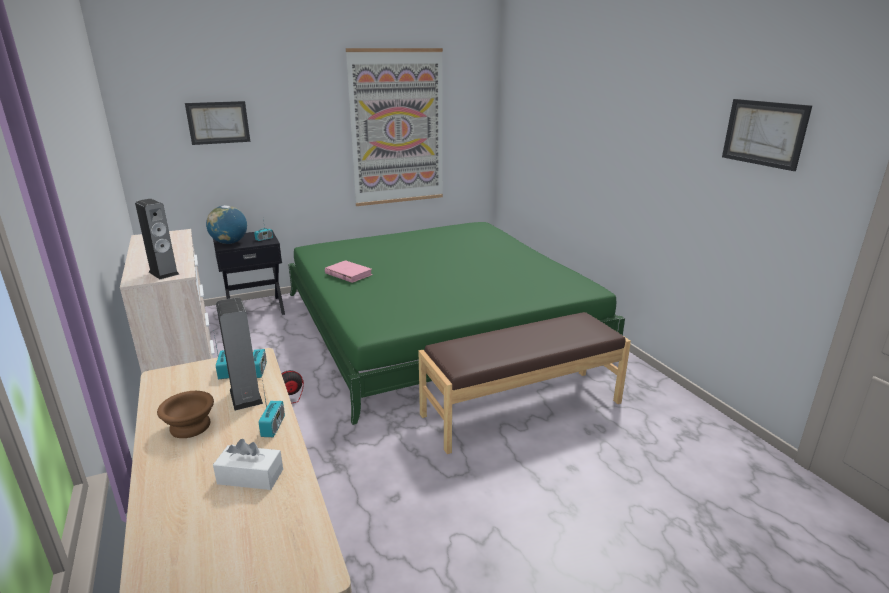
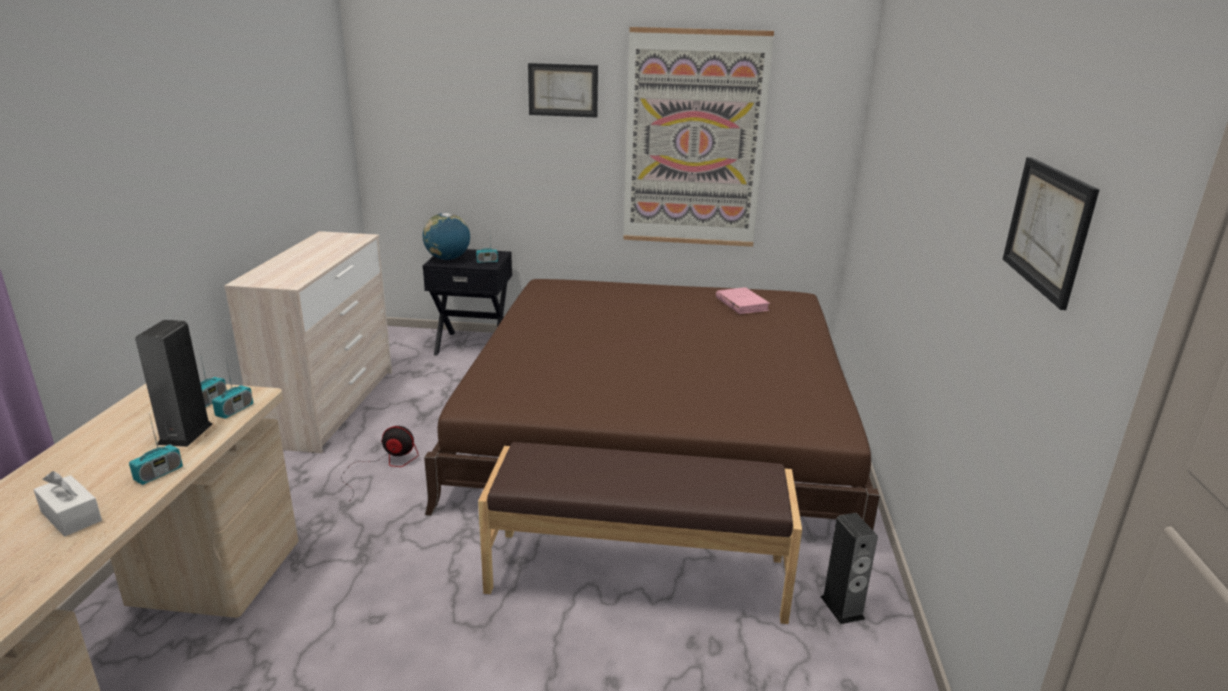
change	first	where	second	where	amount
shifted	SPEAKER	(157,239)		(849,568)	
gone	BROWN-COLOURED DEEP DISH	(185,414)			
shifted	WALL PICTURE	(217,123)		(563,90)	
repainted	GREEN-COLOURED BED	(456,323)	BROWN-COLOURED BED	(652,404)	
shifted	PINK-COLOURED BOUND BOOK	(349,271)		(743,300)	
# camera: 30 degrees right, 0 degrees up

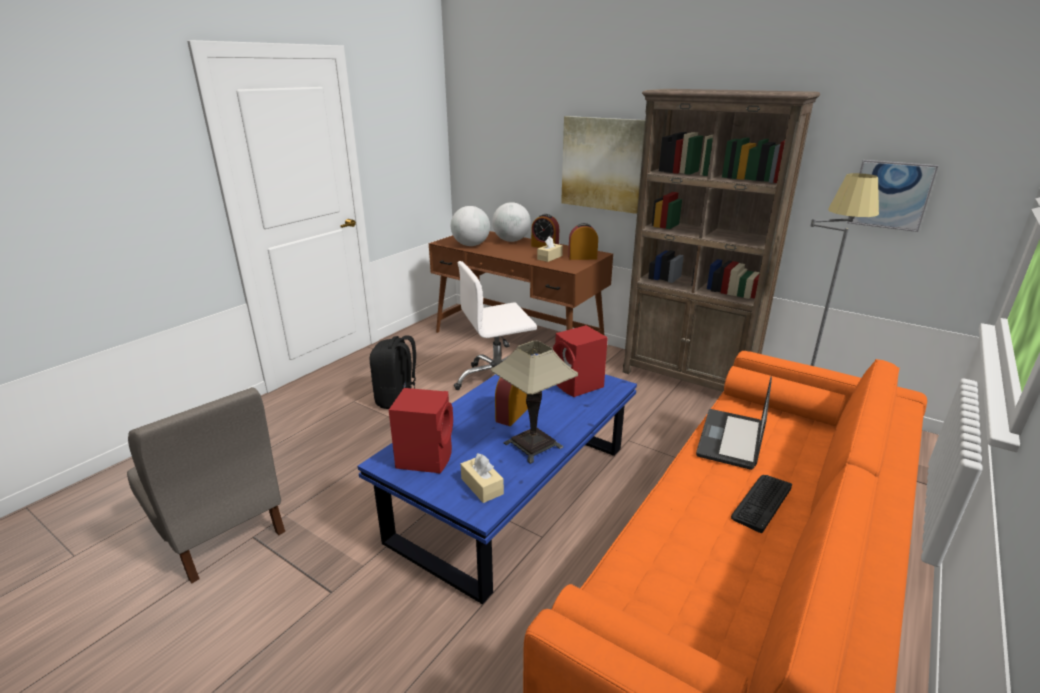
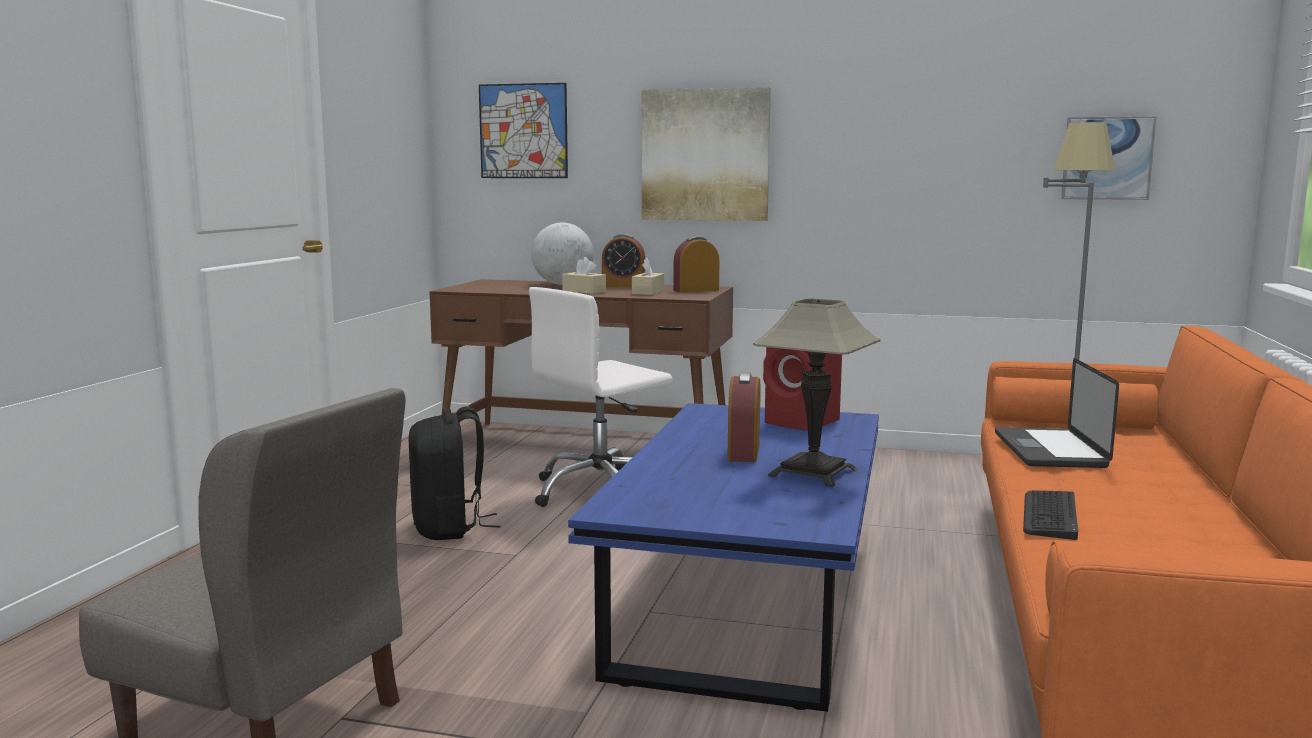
change	first	where	second	where	amount
gone	REDDISH SPEAKER	(421,431)			
gone	DESK GLOBE	(470,226)			
shifted	BEIGE BOX OF TISSUES	(482,478)		(584,275)	
gone	BROWN-COLOURED SHELVING UNIT	(721,240)			
shifted	PC KEYBOARD	(761,504)		(1050,515)	
new			WALL PICTURE	(523,130)	
# camera: 20 degrees left, 15 degrees down

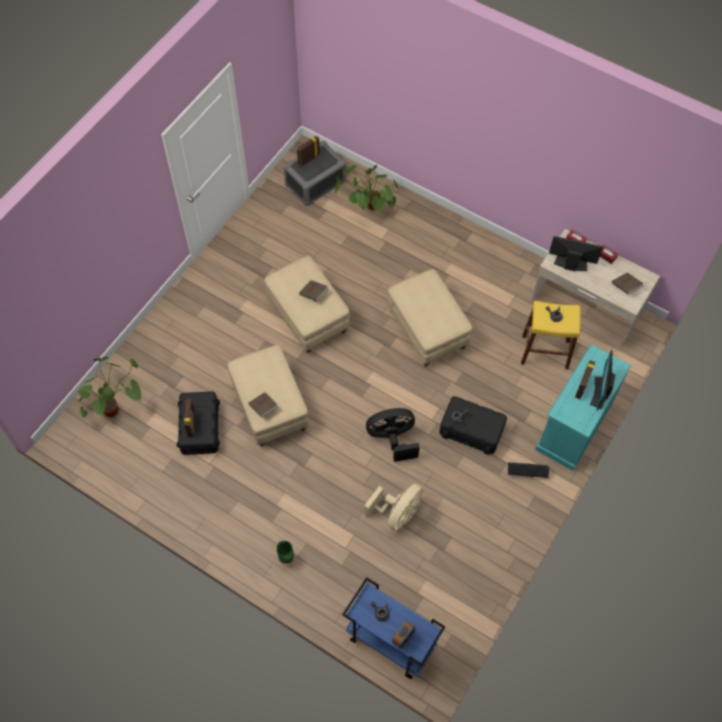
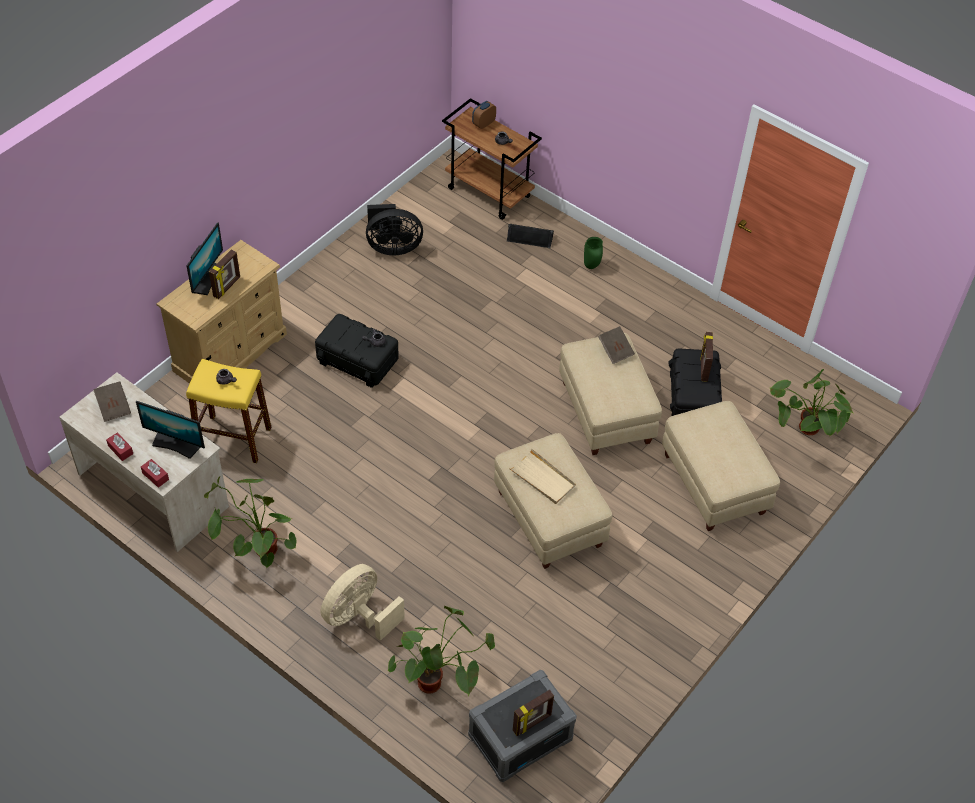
change	first	where	second	where	amount
swapped	BROWN-COLOURED BOUND BOOK	(314,290)	BEIGE TRAY	(542,476)	
repainted	BLUISH CART	(393,628)	BROWN-COLOURED CART	(492,159)	
shifted	BEIGE FAN	(393,507)		(363,602)	
shifted	BLACK FAN	(393,435)		(394,229)	
shifted	BEIGE POUFFE	(430,318)		(721,466)	
shifted	BLACK SPEAKER	(529,470)		(530,236)	
repainted	TURQUOISE-COLOURED CHEST OF DRAWERS	(583,408)	BEIGE CHEST OF DRAWERS	(221,312)	
new			HOUSEPLANT	(250,522)	
# camera: 175 degrees left, 10 degrees down

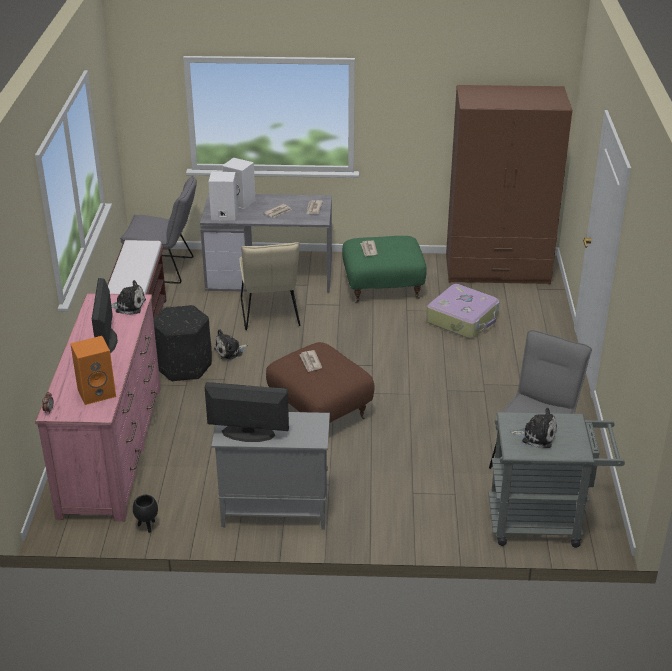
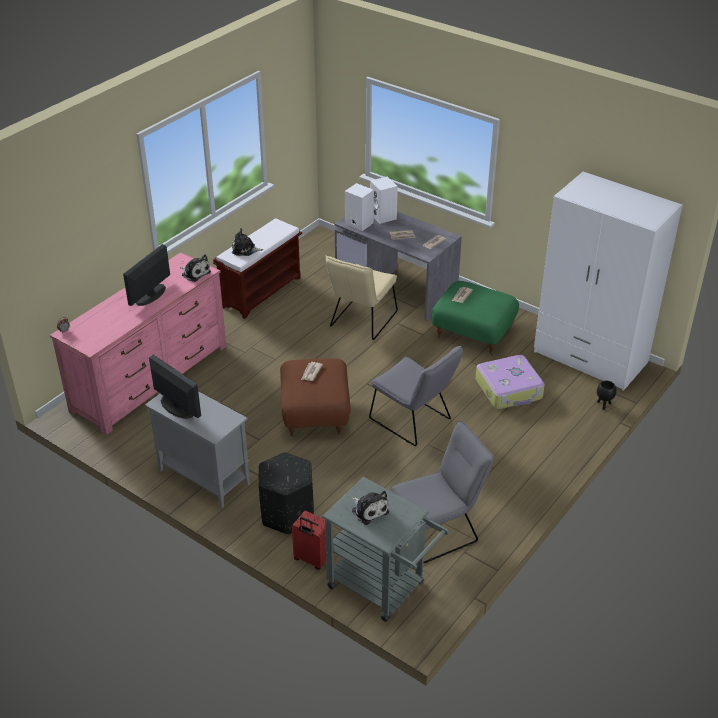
change	first	where	second	where	amount
gone	ORANGE SPEAKER	(93,370)			
shifted	GREYISH PLAIN CHAIR	(158,230)		(416,395)	
shifted	BLACK FLOWER POT	(145,514)		(606,395)	
shifted	BLACK POUFFE	(182,343)		(286,493)	
shifted	CUDDLY TOY	(231,344)		(247,242)	
repainted	BROWN-COLOURED CLOTHES CUPBOARD	(509,185)	WHITE-COLOURED CLOTHES CUPBOARD	(608,281)	
new			REDDISH PIECE OF LUGGAGE	(309,540)	
# camera: 35 degrees right, 5 degrees up

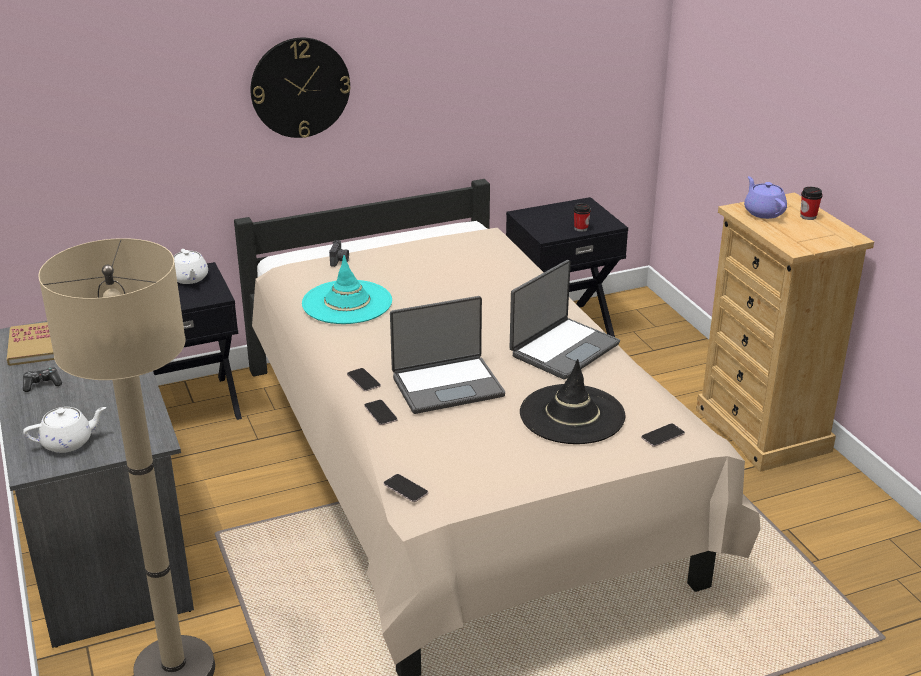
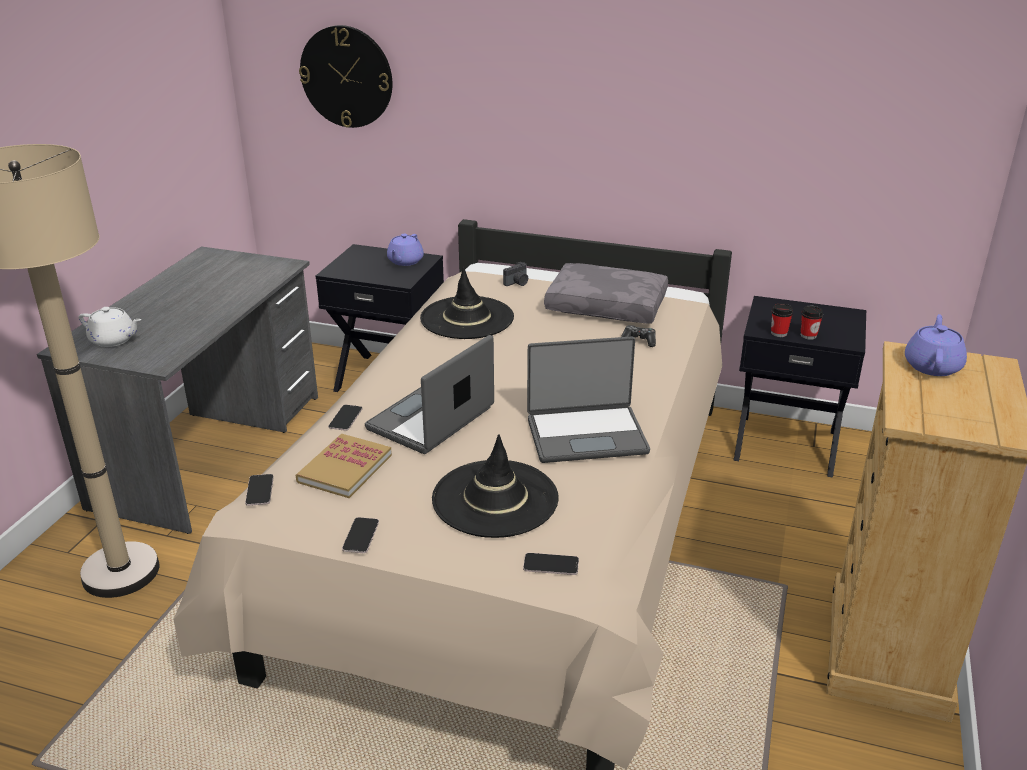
change	first	where	second	where	amount
shifted	BOUND BOOK	(31,344)		(344,466)	
shifted	GAMEPAD	(42,379)		(638,336)	
repainted	WHITE-COLOURED TEAPOT	(190,266)	PURPLISH TEAPOT	(405,250)	
shifted	CLOCK ON THE WALL	(300,88)		(346,76)	
repainted	TURQUOISE-COLOURED CLOTHING HAT	(347,289)	BLACK CLOTHING HAT	(467,303)	
shifted	TELEPHONE	(364,379)		(360,535)	
rotated	NOTEBOOK COMPUTER	(447,355)		(429,394)	105 degrees clockwise
shifted	SMALL CUP	(811,203)		(782,320)	
new			GREYISH CUSHION	(606,293)	
# camera: 40 degrees right, 0 degrees up

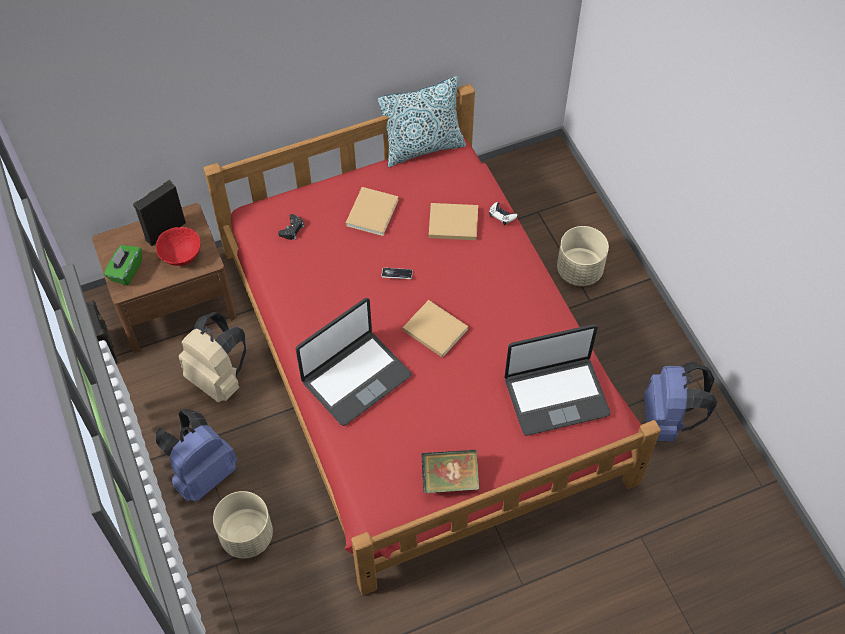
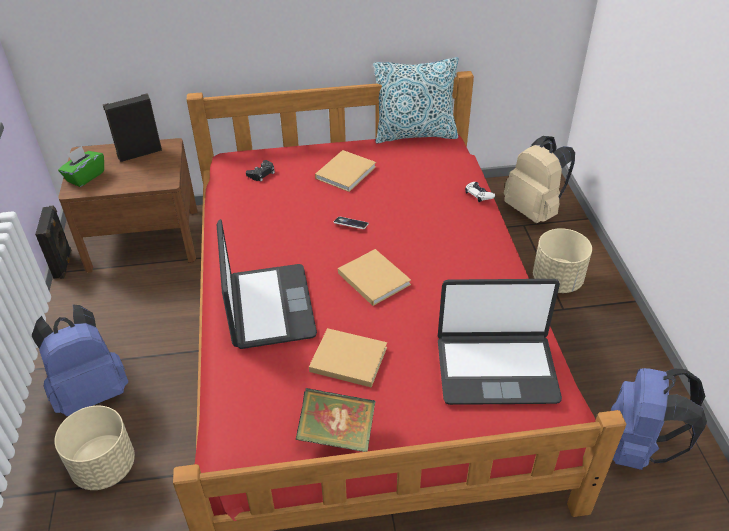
change	first	where	second	where	amount
gone	REDDISH DEEP DISH	(178,246)			
shifted	BEIGE RUCKSACK	(212,357)		(539,179)	
rotated	NOTEBOOK COMPUTER	(354,362)		(267,284)	75 degrees counterclockwise
shifted	BEIGE BOUND BOOK	(453,221)		(348,358)	
# camera: 15 degrees right, 15 degrees down

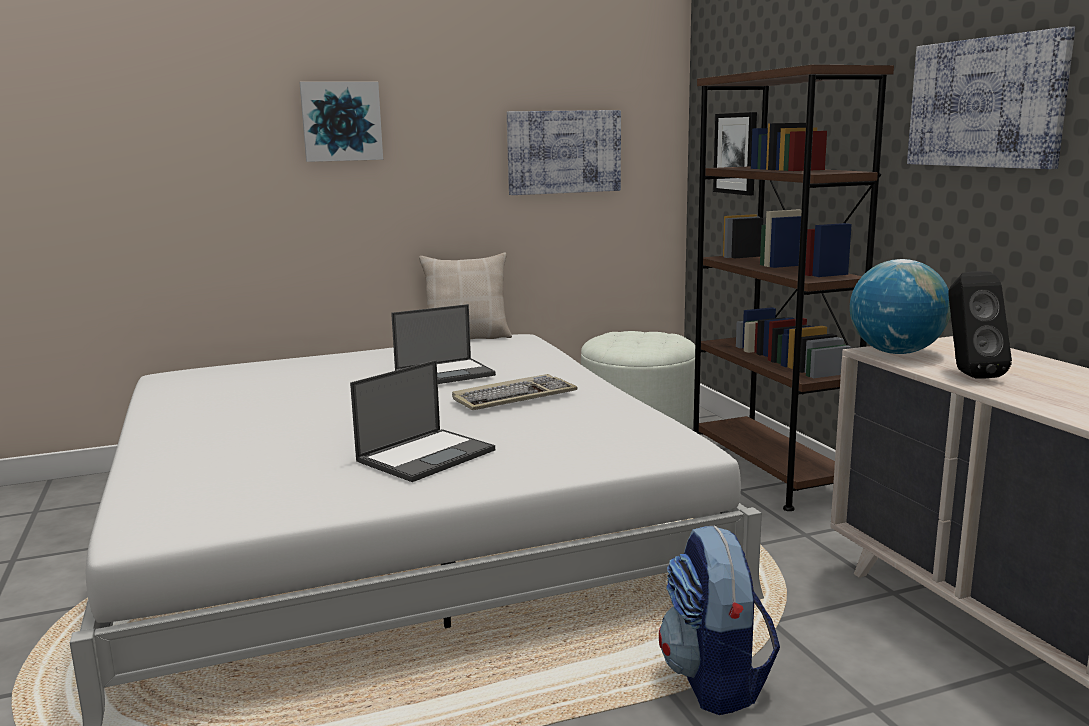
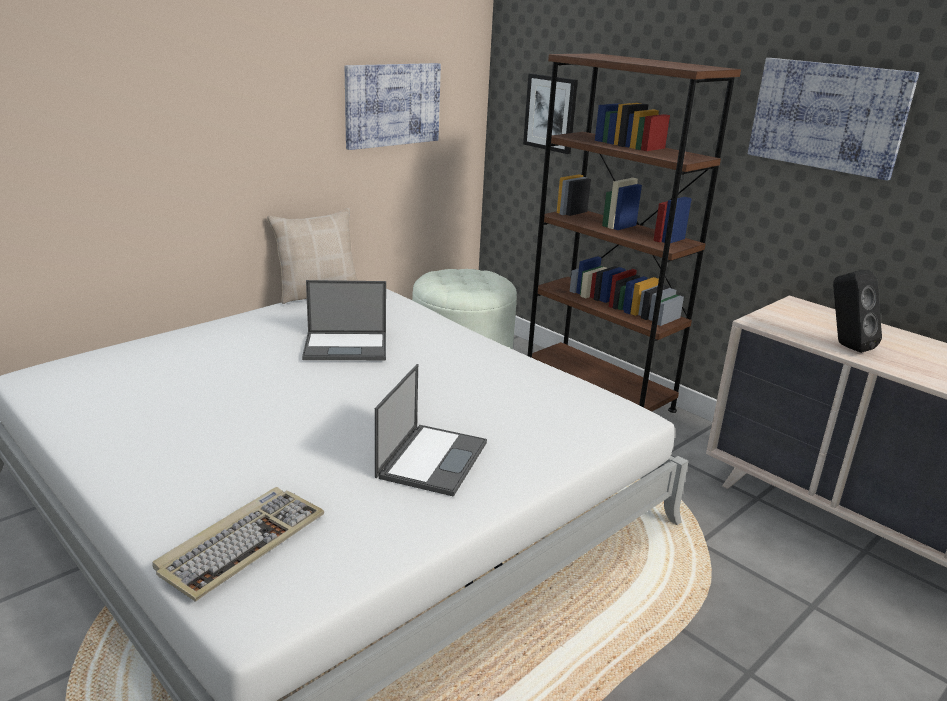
change	first	where	second	where	amount
gone	WALL PICTURE	(341,122)			
rotated	NOTEBOOK COMPUTER	(443,344)		(344,320)	45 degrees clockwise
shifted	PC KEYBOARD	(514,392)		(238,544)	
gone	RUCKSACK	(719,620)			
gone	DESK GLOBE	(900,306)			
# camera: 25 degrees left, 10 degrees up

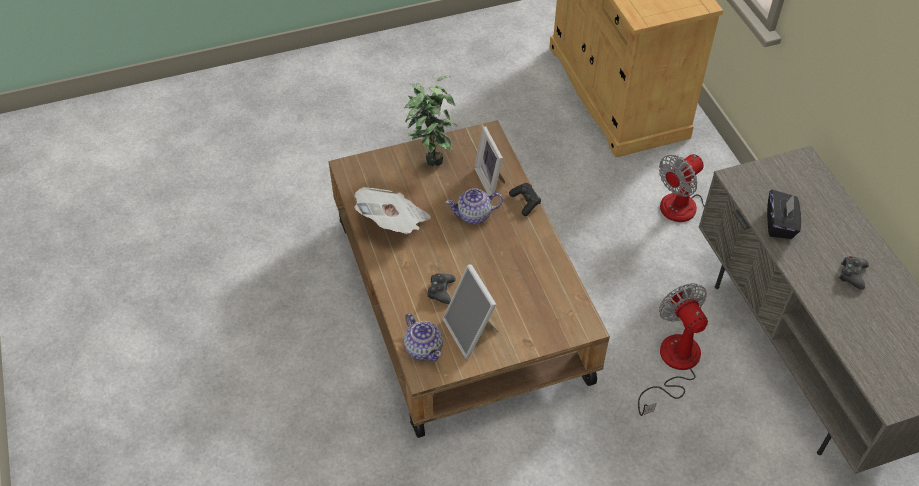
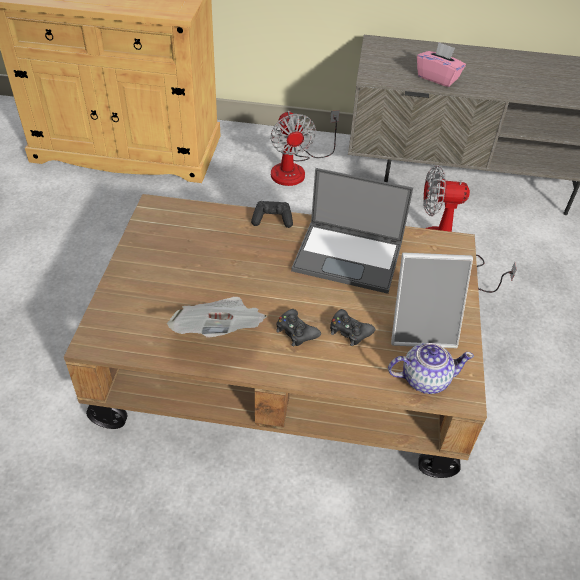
change	first	where	second	where	amount
gone	HOUSEPLANT	(430,120)			
gone	TEAPOT	(474,206)			
gone	PHOTO FRAME	(489,161)			
repainted	BLACK BOX OF TISSUES	(784,214)	PINK-COLOURED BOX OF TISSUES	(441,64)	
shifted	BLACK GAMEPAD	(853,273)		(298,327)	
new			NOTEBOOK COMPUTER	(352,231)	
# camera: 65 degrees left, 5 degrees down

